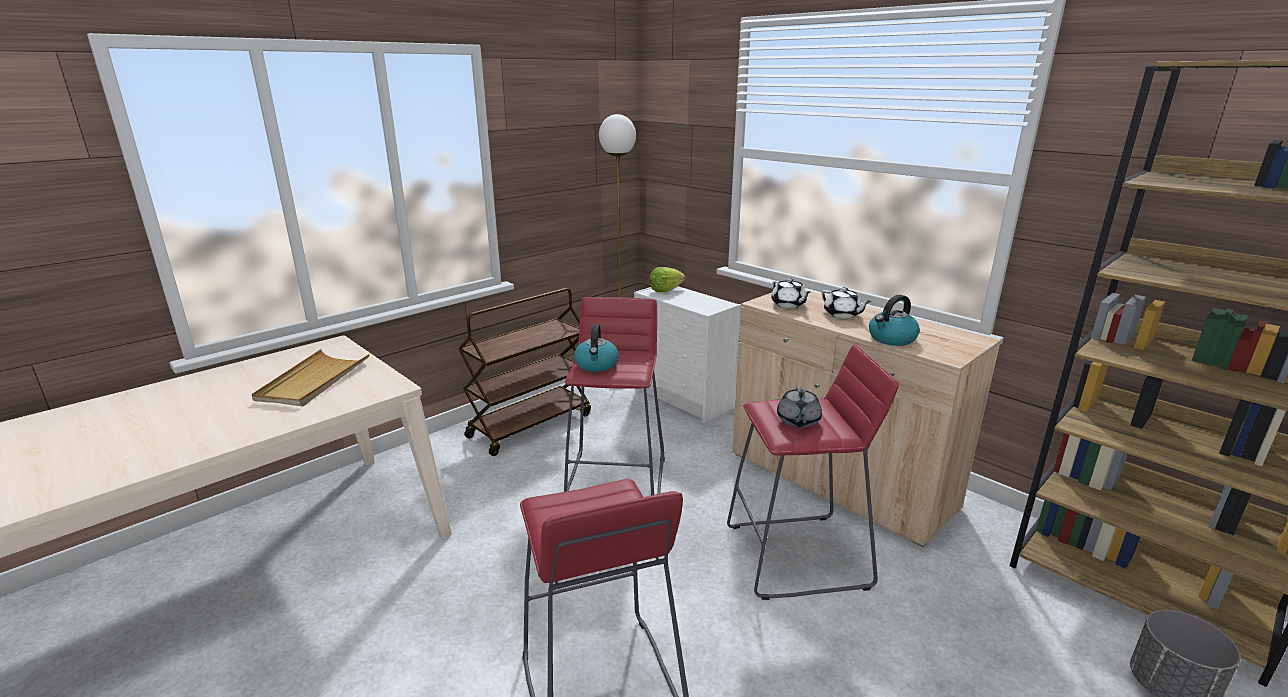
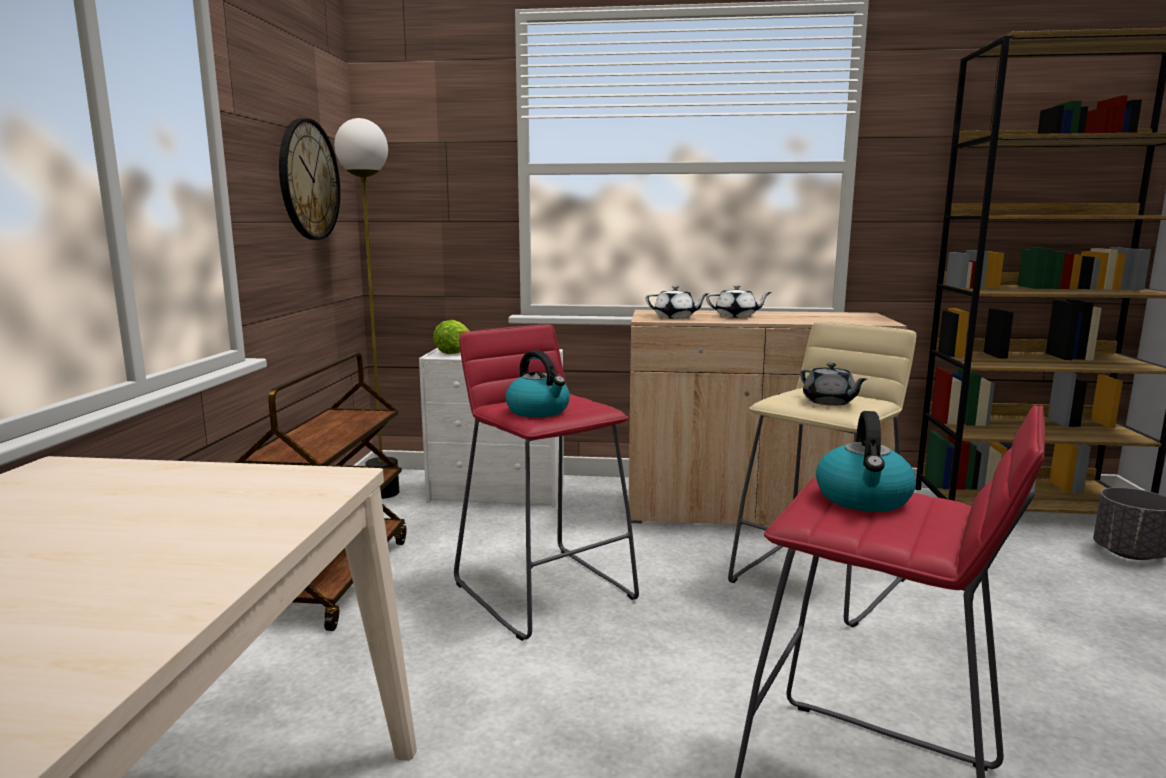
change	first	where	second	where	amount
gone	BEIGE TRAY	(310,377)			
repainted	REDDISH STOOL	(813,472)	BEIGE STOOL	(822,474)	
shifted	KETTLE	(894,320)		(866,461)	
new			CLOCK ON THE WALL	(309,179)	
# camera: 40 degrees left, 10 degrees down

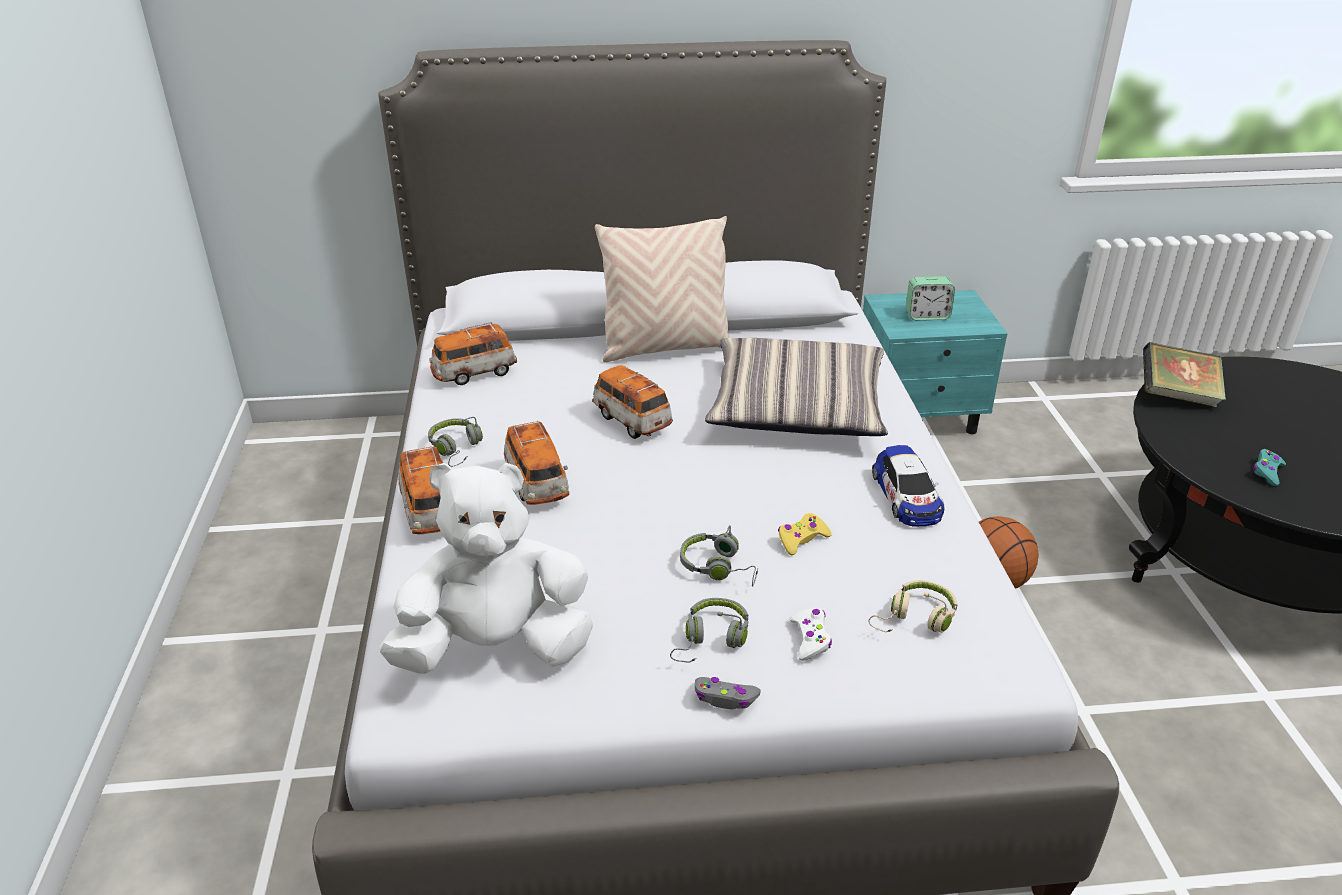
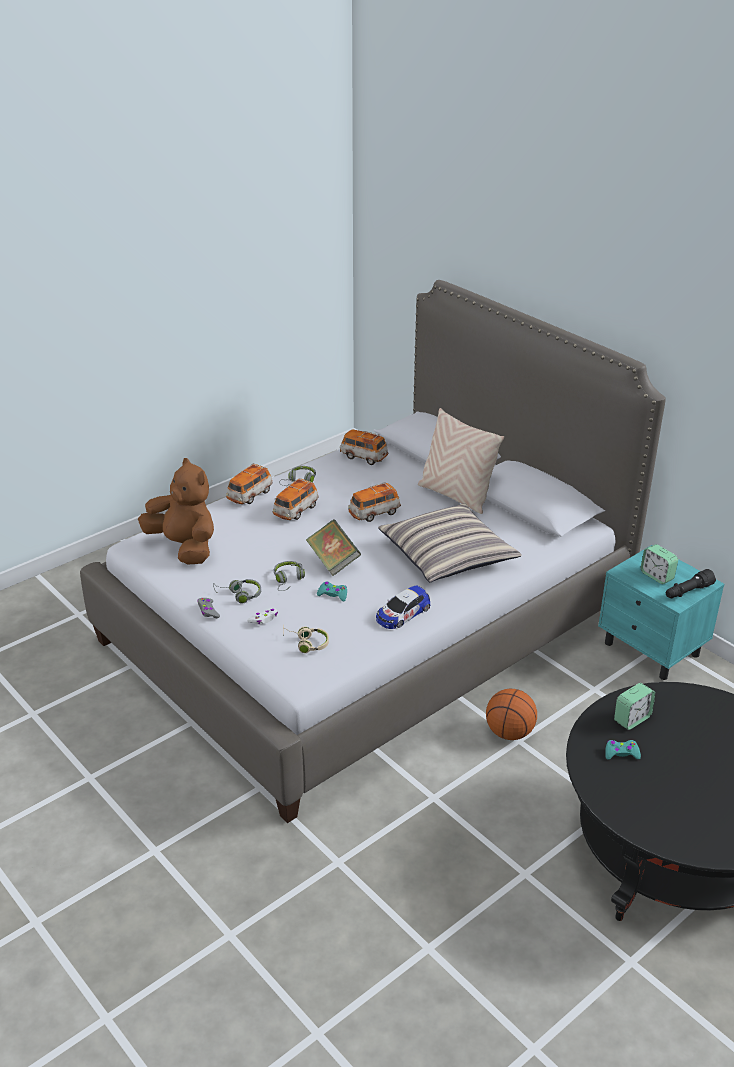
change	first	where	second	where	amount
repainted	WHITE-COLOURED CUDDLY TOY	(486,568)	BROWN-COLOURED CUDDLY TOY	(176,511)	
rotated	TOY CAR	(632,402)		(374,502)	135 degrees counterclockwise
repainted	YELLOW GAMEPAD	(805,534)	TURQUOISE-COLOURED GAMEPAD	(332,591)	
shifted	BOUND BOOK	(1184,374)		(333,548)	
new			TABLE CLOCK	(634,706)	
new			BLACK FLASHLIGHT	(691,583)	
# camera: 55 degrees right, 0 degrees up

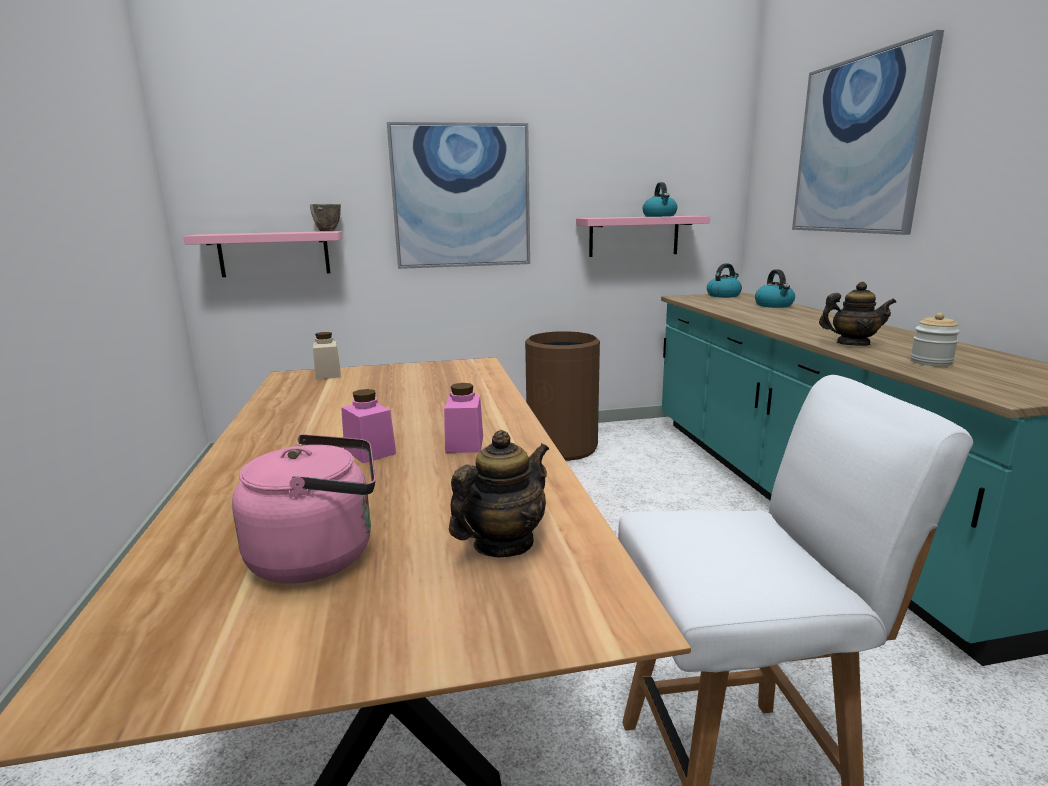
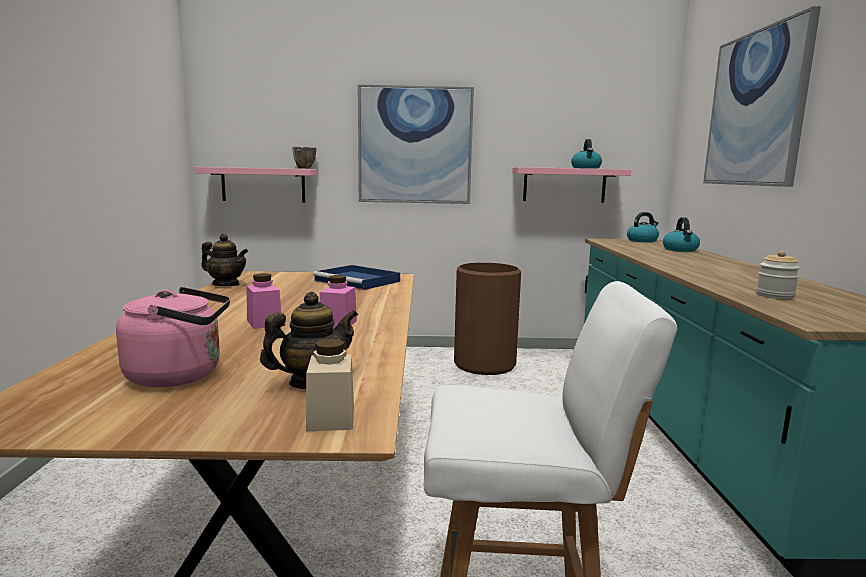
change	first	where	second	where	amount
shifted	BEIGE JAR	(327,356)		(330,385)	
shifted	TEAPOT	(857,314)		(224,260)	
new			BLUISH TRAY	(356,277)	
# camera: 10 degrees right, 5 degrees down

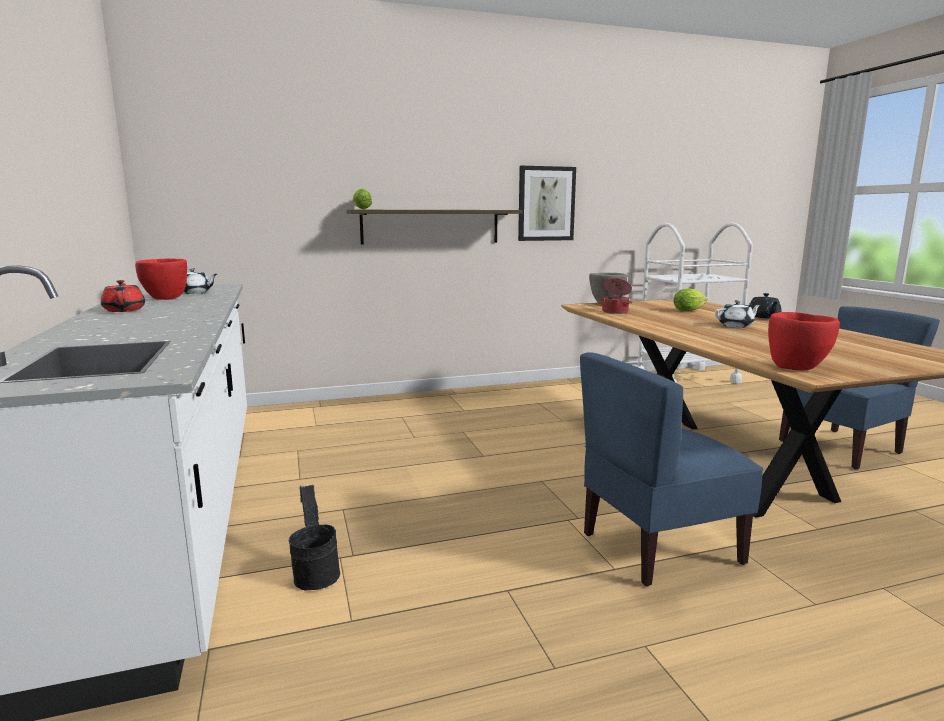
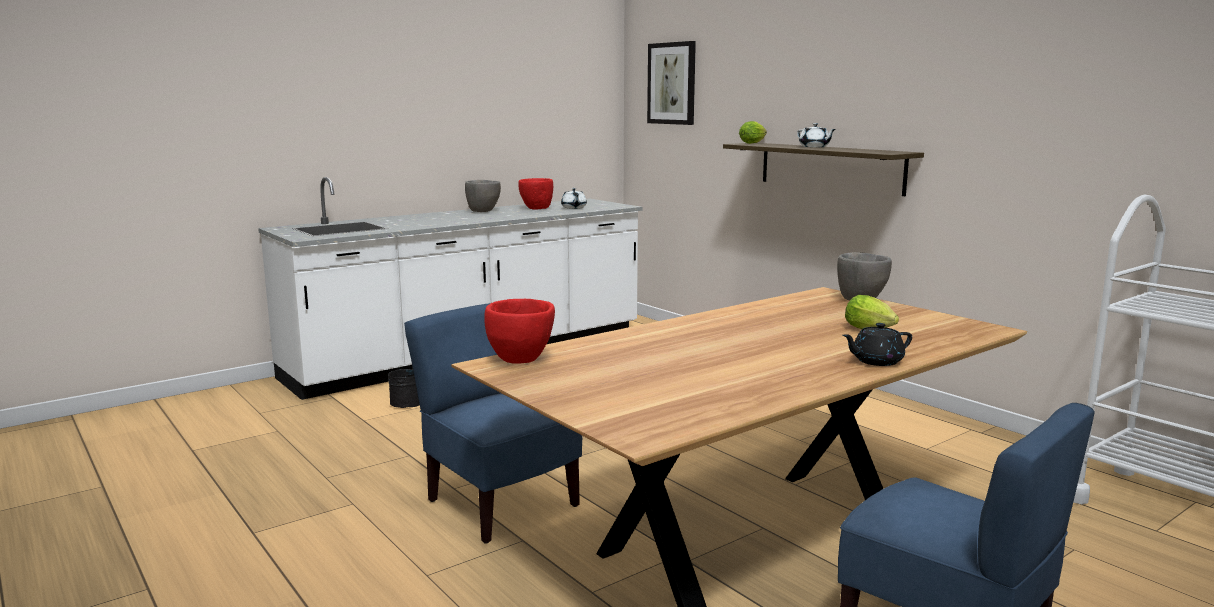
change	first	where	second	where	amount
swapped	REDDISH TEAPOT	(123,296)	GREYISH DEEP DISH	(483,196)	
shifted	WALL PICTURE	(547,203)		(671,83)	
gone	STOCKPOT	(616,296)			
shifted	WHITE-COLOURED TEAPOT	(737,314)		(816,135)	
# camera: 70 degrees right, 0 degrees up

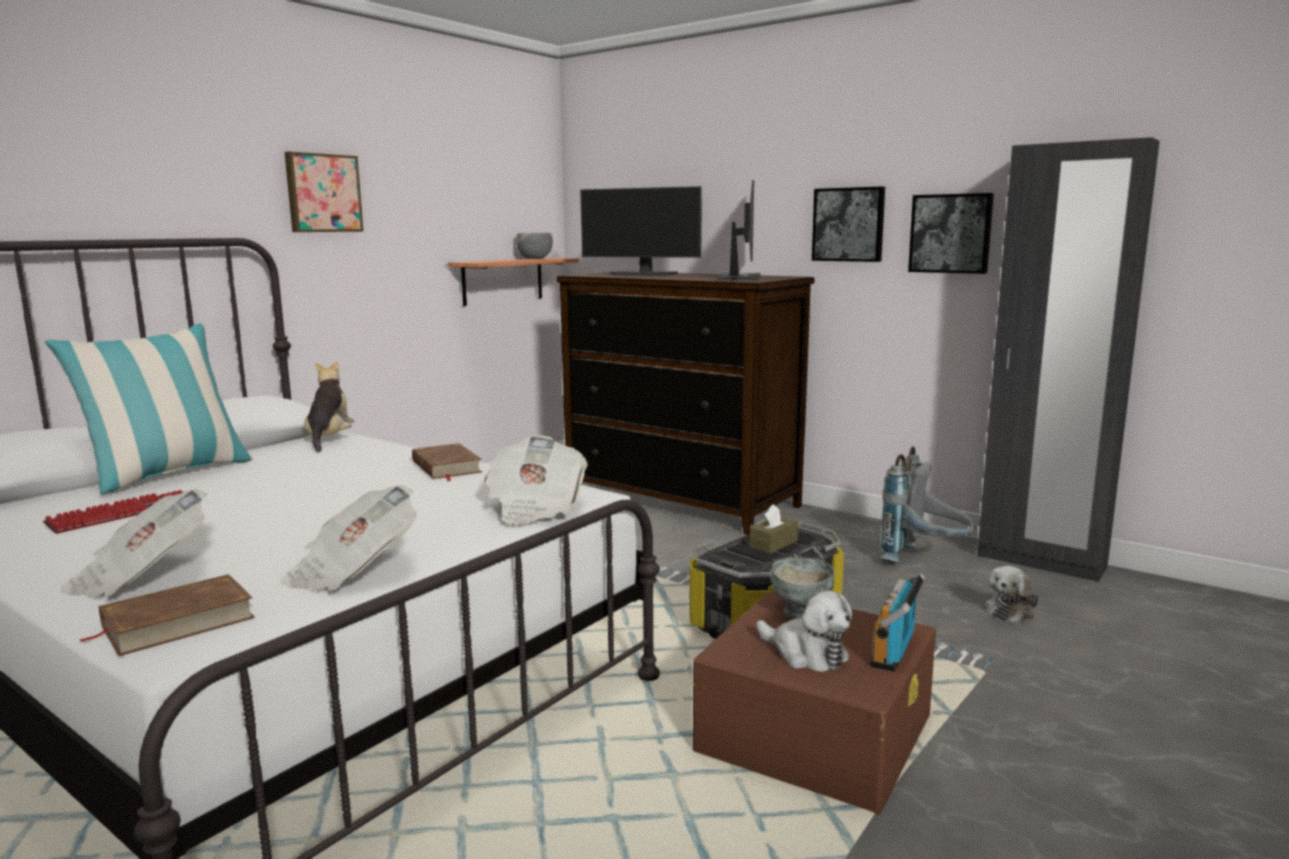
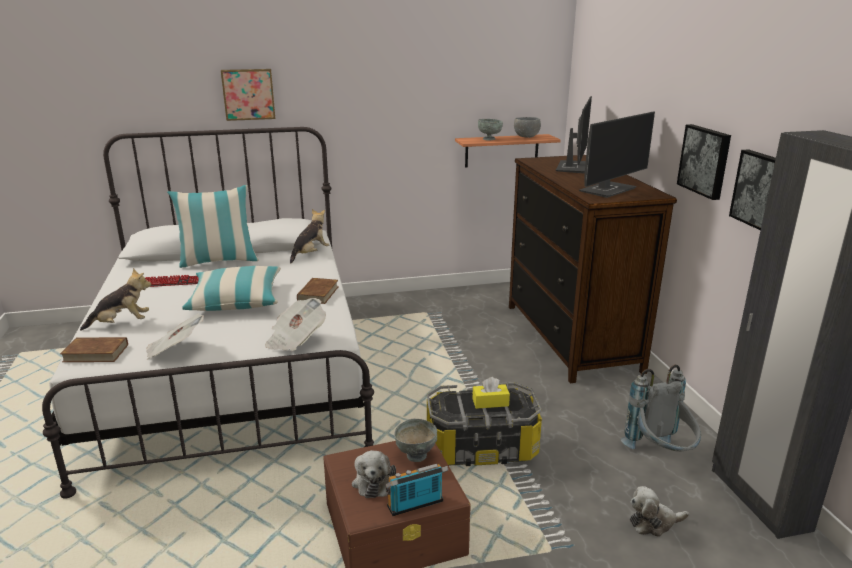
change	first	where	second	where	amount
swapped	PRINTED PAPER	(133,543)	CUDDLY TOY	(115,299)	
shifted	WALL PICTURE	(324,191)		(248,95)	
rotated	COMPUTER SCREEN	(641,231)		(574,135)	135 degrees counterclockwise
repainted	BROWN-COLOURED BOX OF TISSUES	(773,529)	YELLOW BOX OF TISSUES	(491,393)	
new			CUSHION	(231,288)	
new			GREYISH DEEP DISH	(490,130)	
# camera: 40 degrees right, 10 degrees up

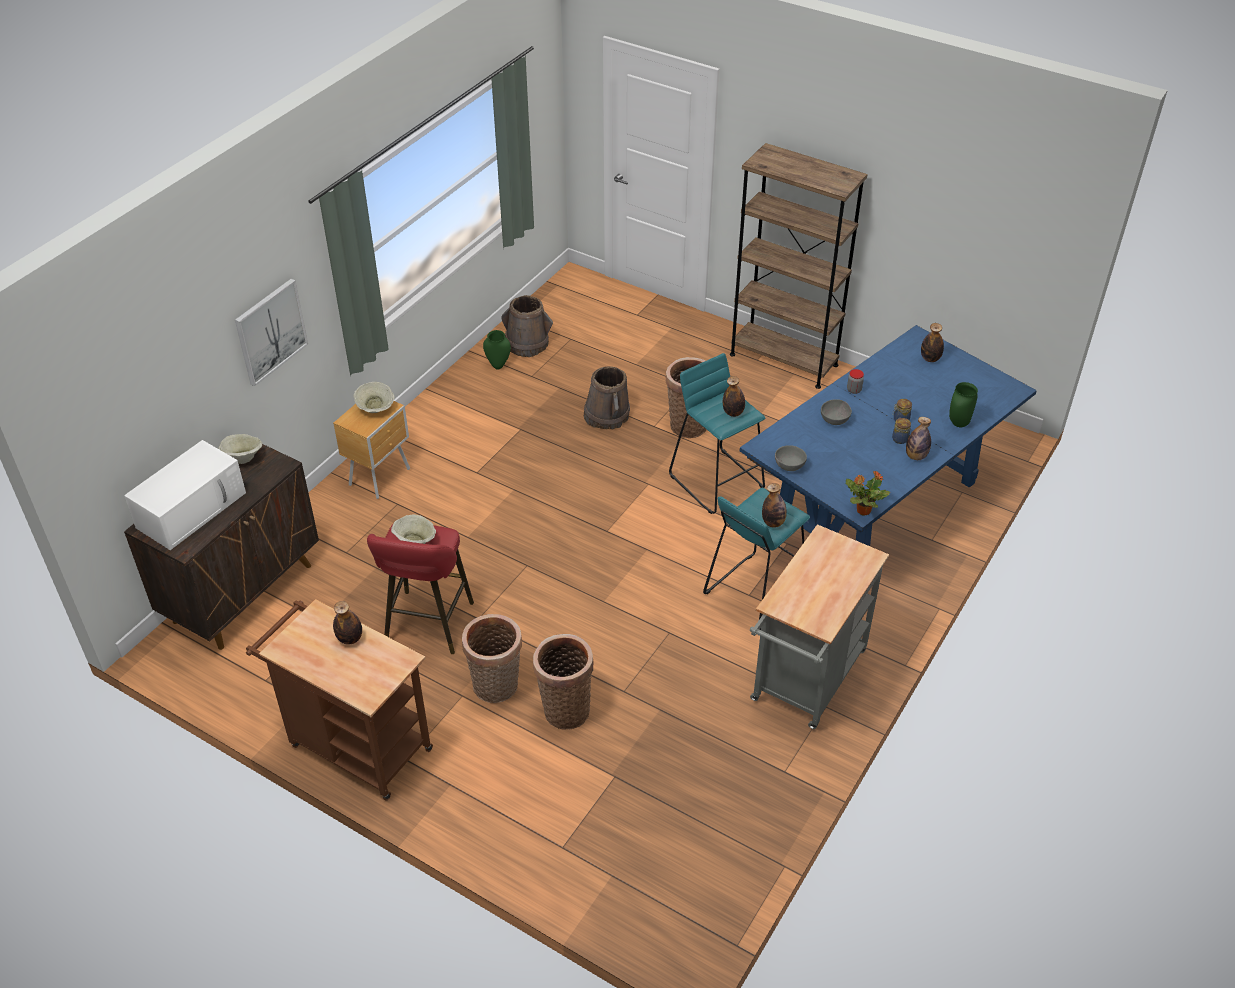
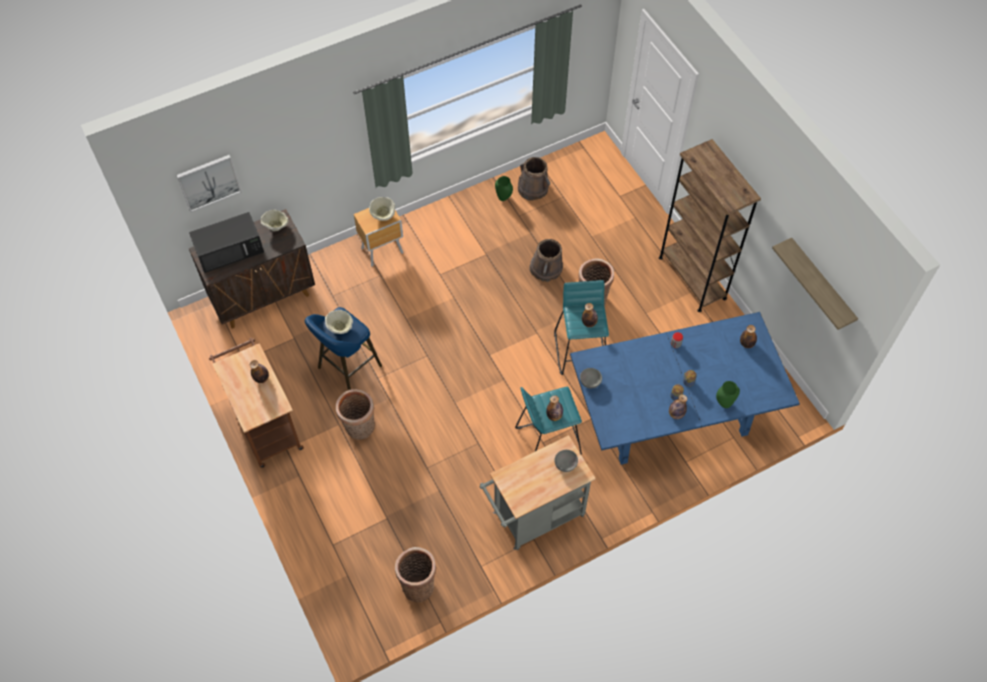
change	first	where	second	where	amount
repainted	WHITE-COLOURED MICROWAVE	(185,495)	BLACK MICROWAVE	(226,242)	
shifted	WALL PICTURE	(271,332)		(208,183)	
repainted	REDDISH STOOL	(420,589)	BLUISH STOOL	(343,348)	
shifted	BASKET	(563,682)		(415,574)	
shifted	GREYISH DEEP DISH	(836,412)		(566,461)	
gone	HOUSEPLANT	(868,493)			
new			SHELF	(815,284)	
# camera: 30 degrees right, 15 degrees up

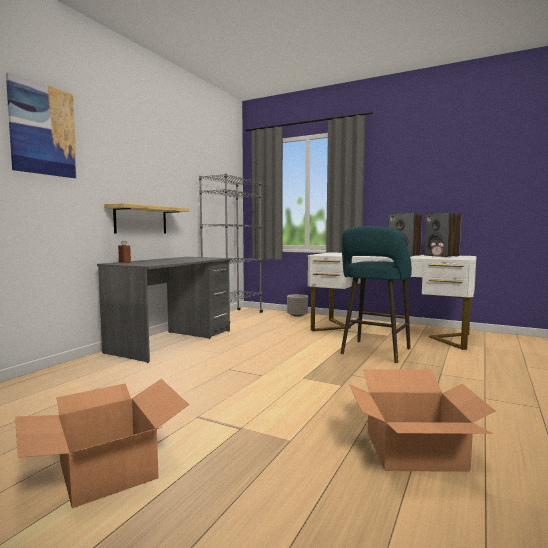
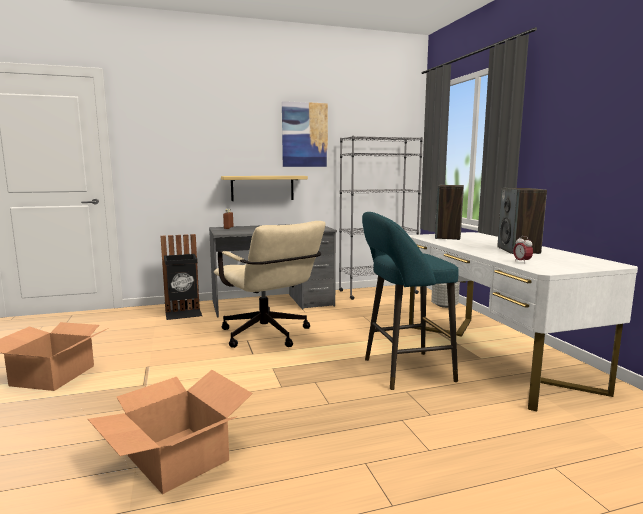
change	first	where	second	where	amount
shifted	WALL PICTURE	(41,125)		(305,134)	
shifted	SPEAKER	(442,234)		(449,212)	
new			BLACK RUBBISH BIN	(181,277)	
new			BEIGE COMPUTER CHAIR	(270,284)	
# camera: 45 degrees right, 5 degrees up

